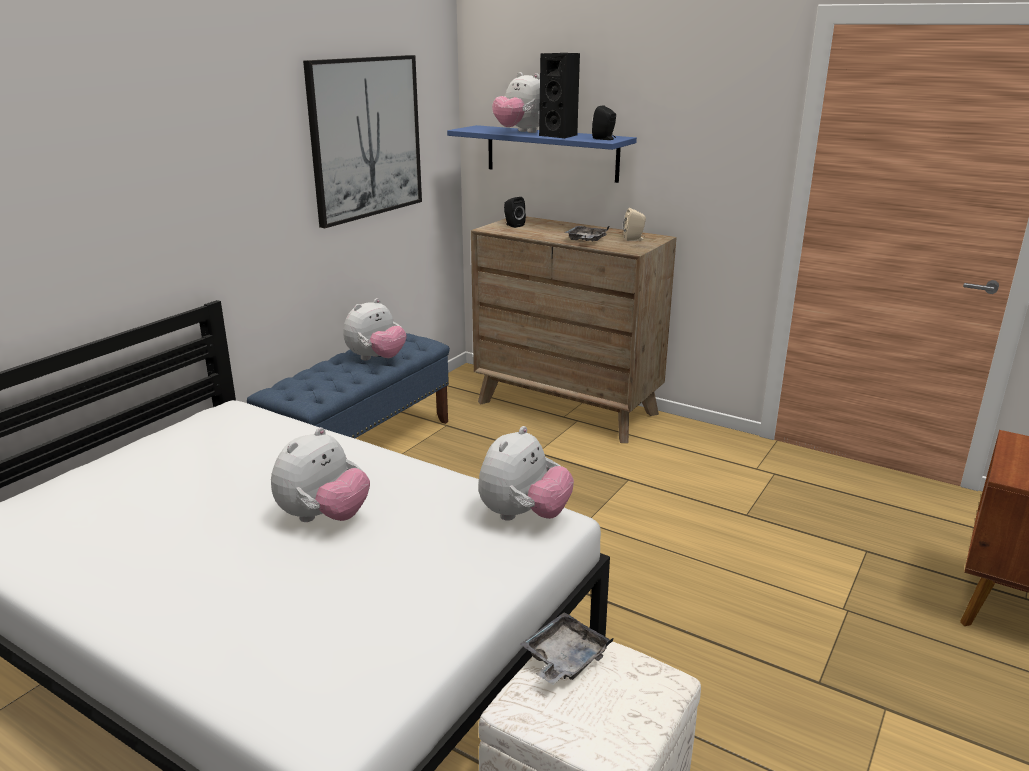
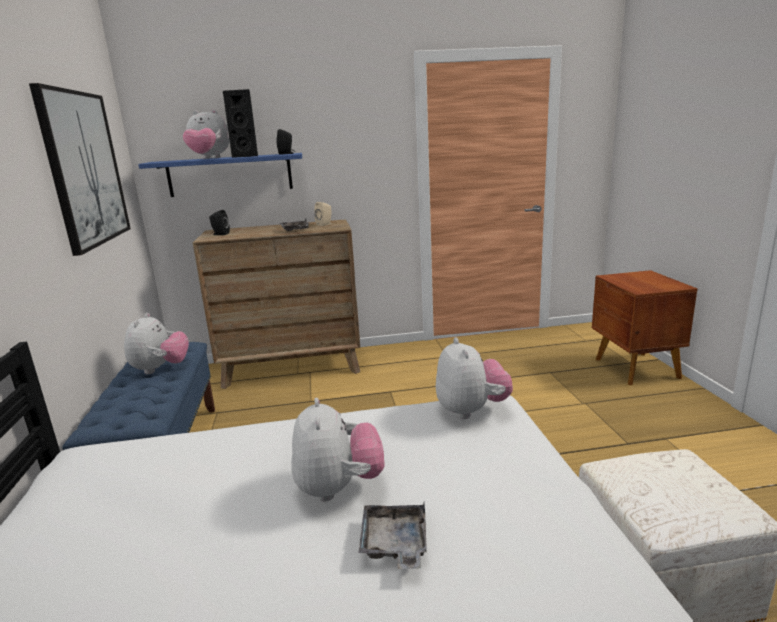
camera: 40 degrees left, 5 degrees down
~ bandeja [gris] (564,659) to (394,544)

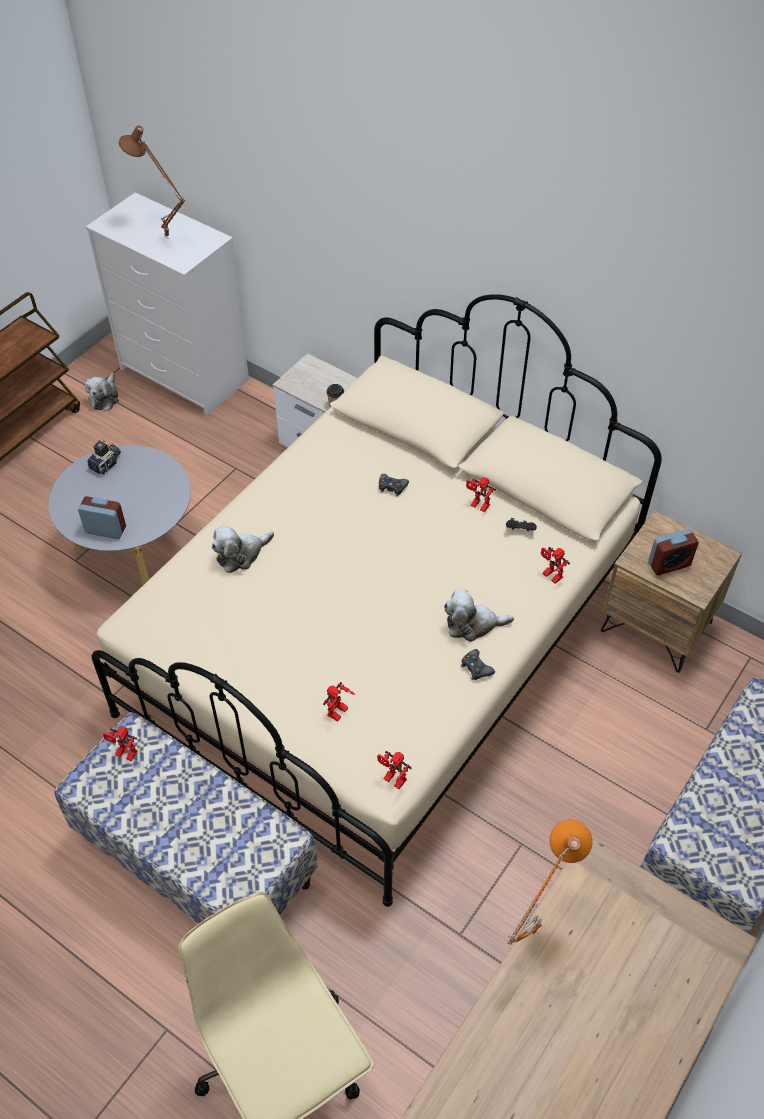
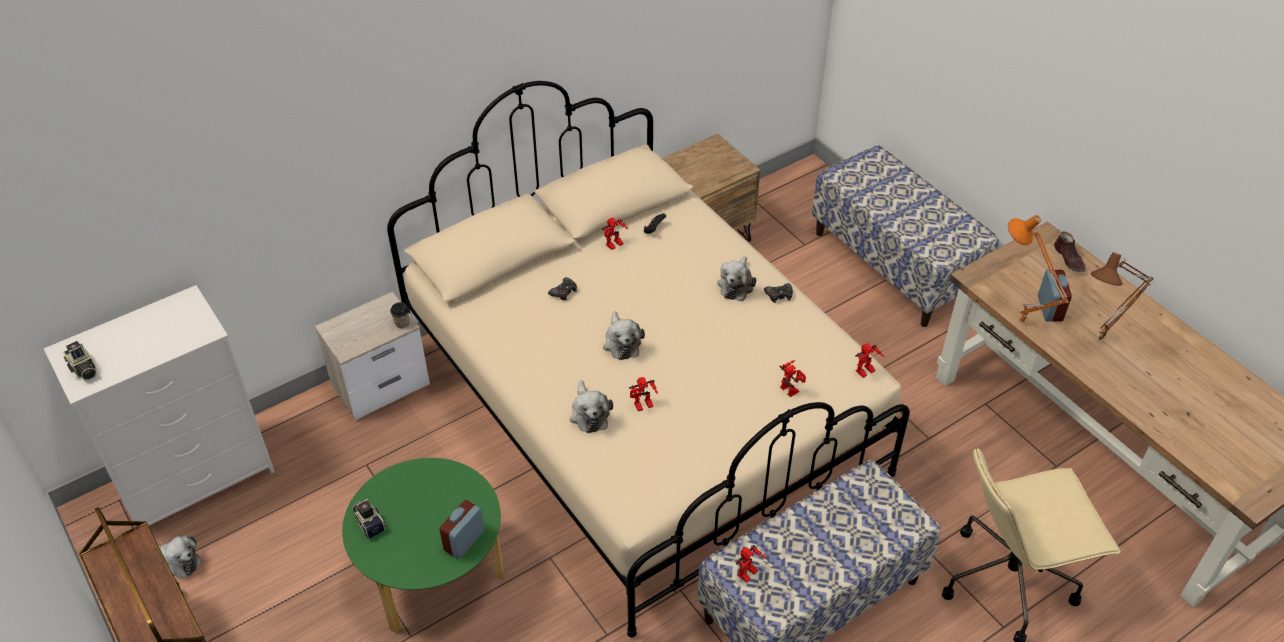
camera: 70 degrees left, 5 degrees down
+ cámara (83,370)
+ peluche (621,342)
+ zapato [marrón] (1069,259)
~ lámpara de mesa [marrón] (165,239) to (1101,342)
~ robot de juguete (550,576) to (643,407)
~ despertador (669,564) to (1049,308)
~ mesa de centro [gris] (135,554) to mesa de centro [verde] (434,577)

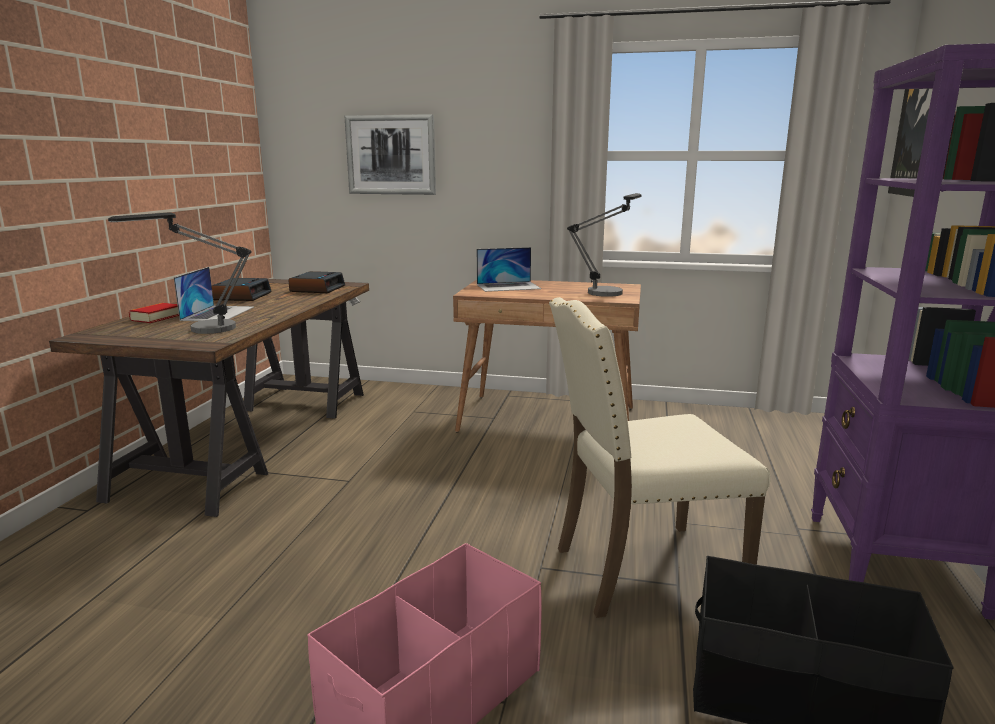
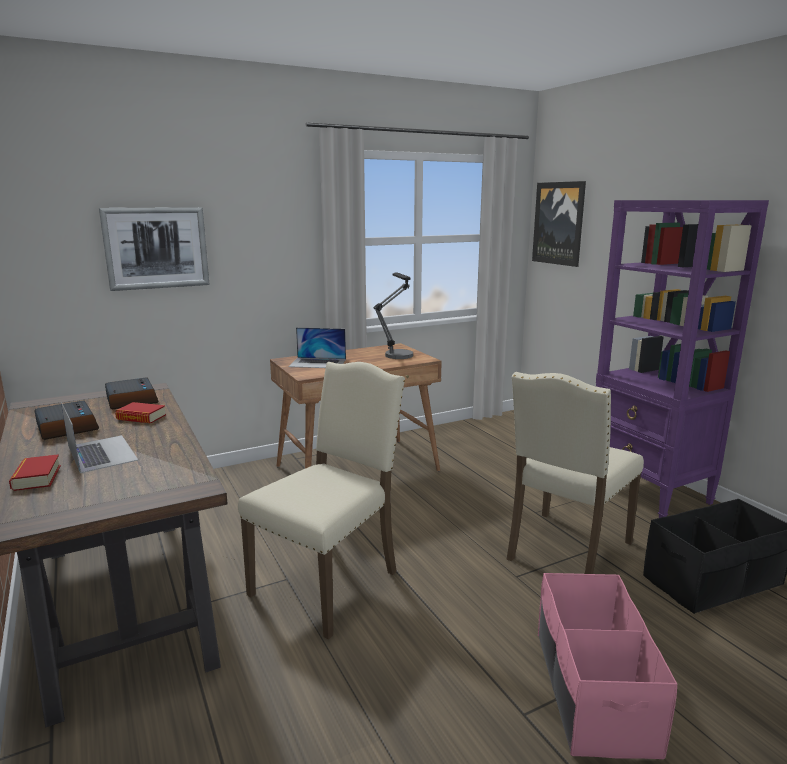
camera: 40 degrees left, 0 degrees up
- lámpara de mesa (200,330)
+ libro (141,417)
+ silla [beis] (329,582)
~ portátil (508,286) = (318,363) 60 degrees clockwise

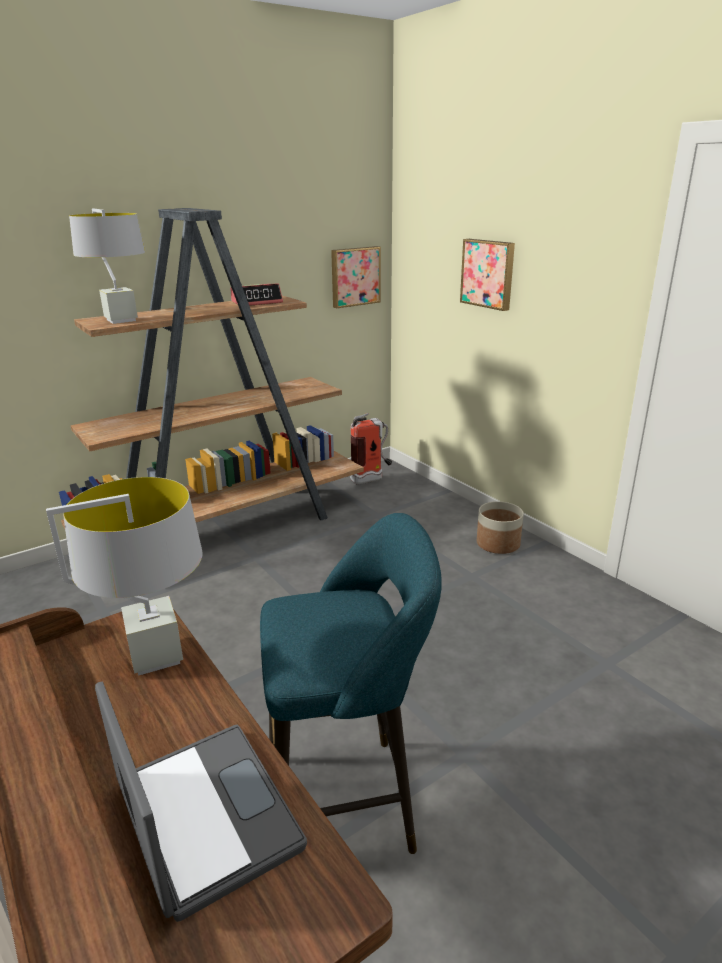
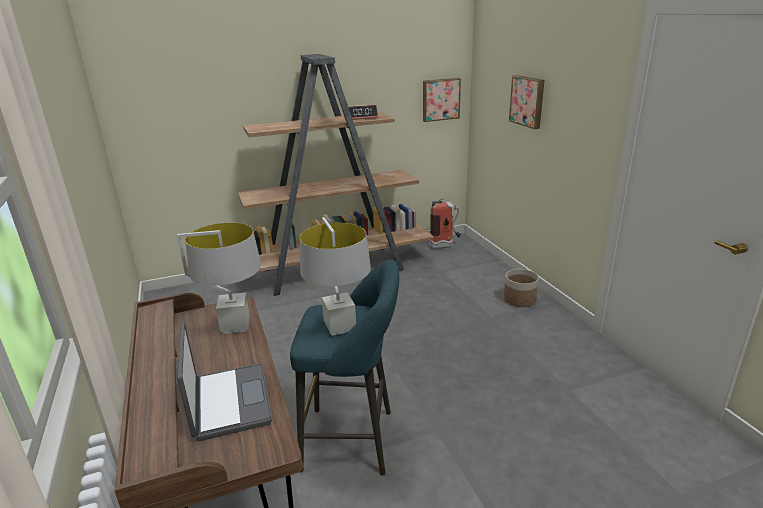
camera: 15 degrees right, 0 degrees up
~ lámpara de mesa [gris] (121,320) to (340,326)

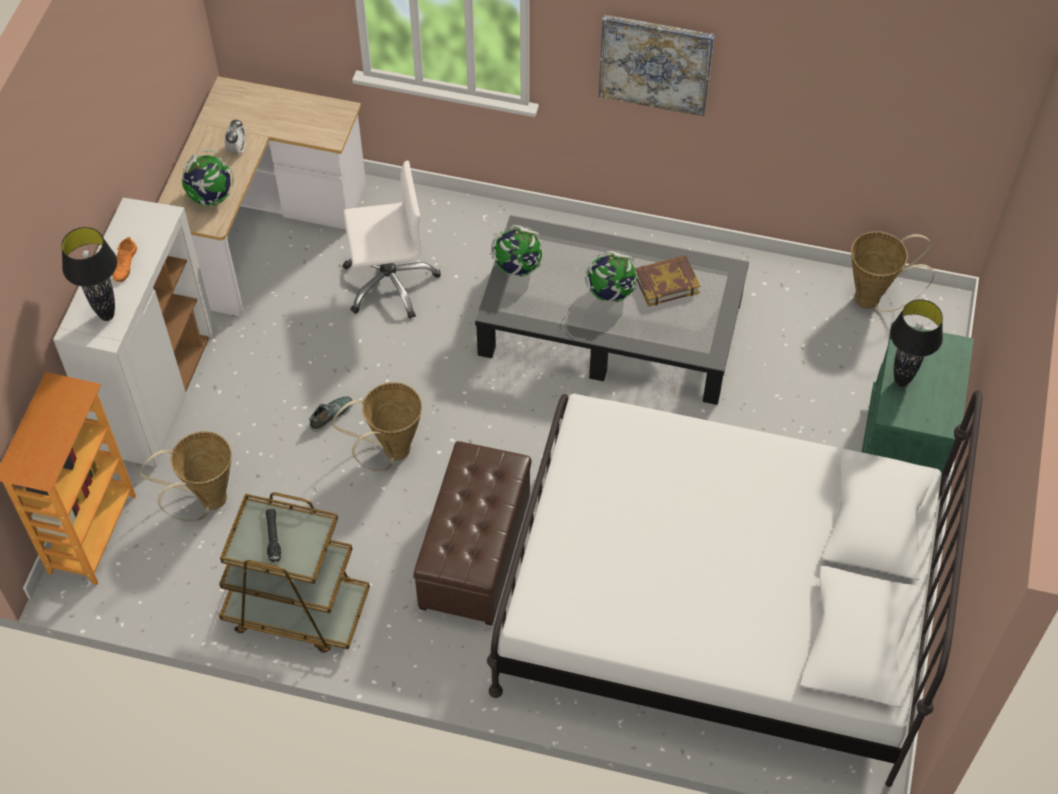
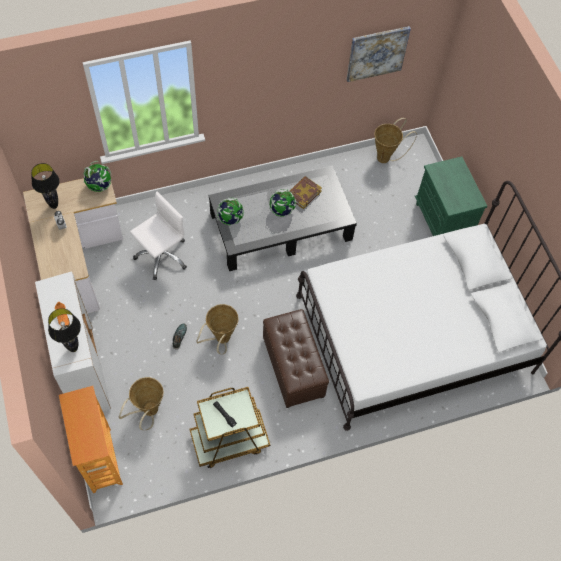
camera: 35 degrees left, 5 degrees up
~ globo terráqueo (211,197) to (100,186)
~ cuadro (655,64) to (377,53)
~ lámpara de mesa [negro] (901,381) to (54,205)

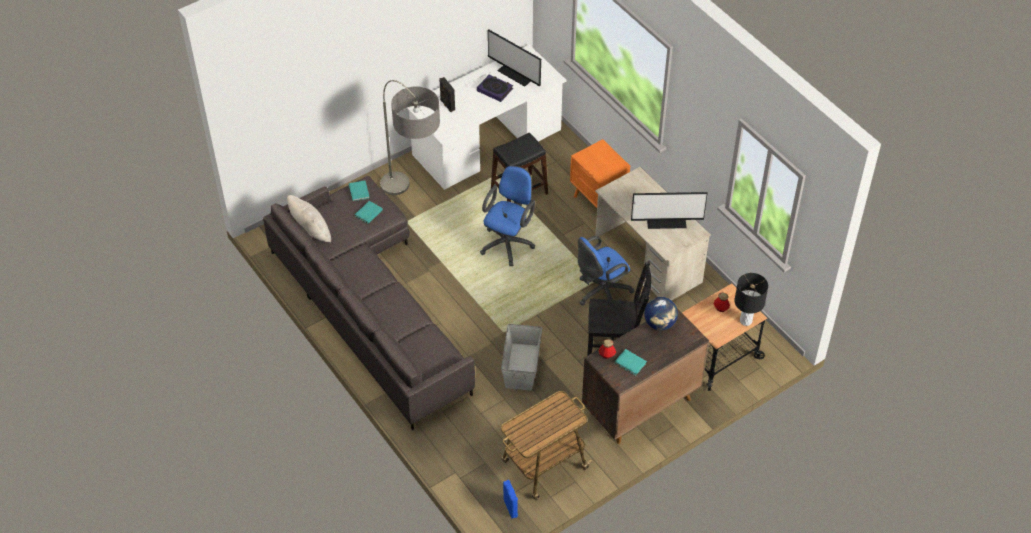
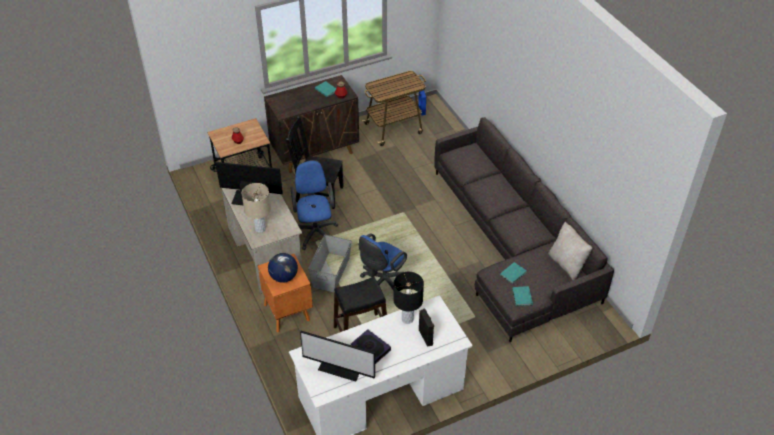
camera: 170 degrees left, 5 degrees down
- lámpara de pie (413,206)
+ lámpara de mesa [beis] (260,229)
~ caja de almacenaje [gris] (521,366) to (331,272)
~ globo terráqueo (659,324) to (283,277)
~ lámpara de mesa [negro] (745,321) to (407,319)
~ monitor (517,73) = (341,367) 150 degrees clockwise
~ silla de oficina [azul] (601,293) = (315,231) 75 degrees counterclockwise

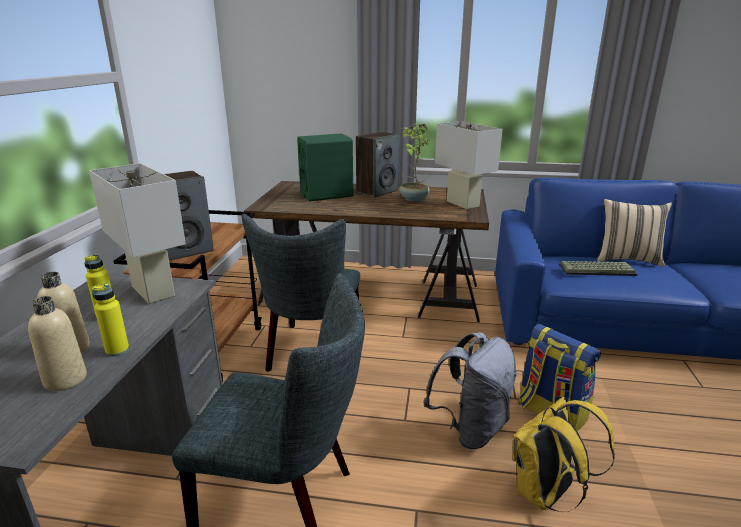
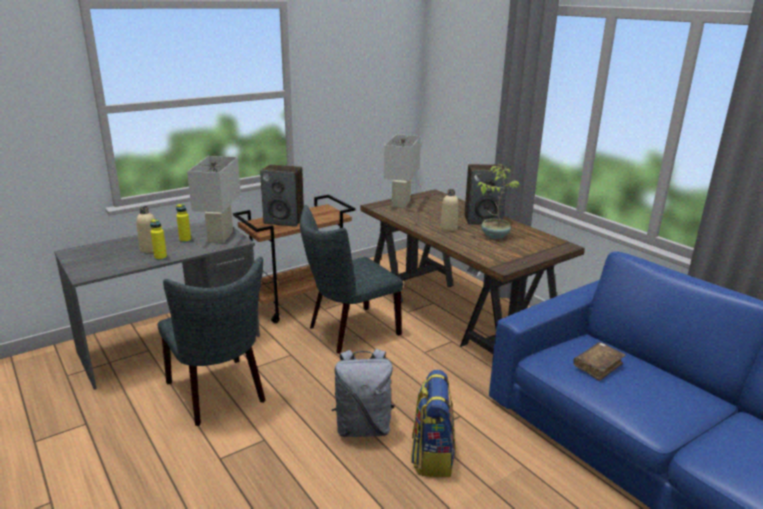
camera: 45 degrees right, 0 degrees up
- altavoz [verde] (326,195)
- mochila [amarillo] (546,494)
- cojín [beis] (627,259)
~ botella [beis] (65,380) to (448,228)
~ lámpara de mesa [blanco] (462,204) to (401,203)
~ teclado (597,269) to libro [marrón] (598,366)

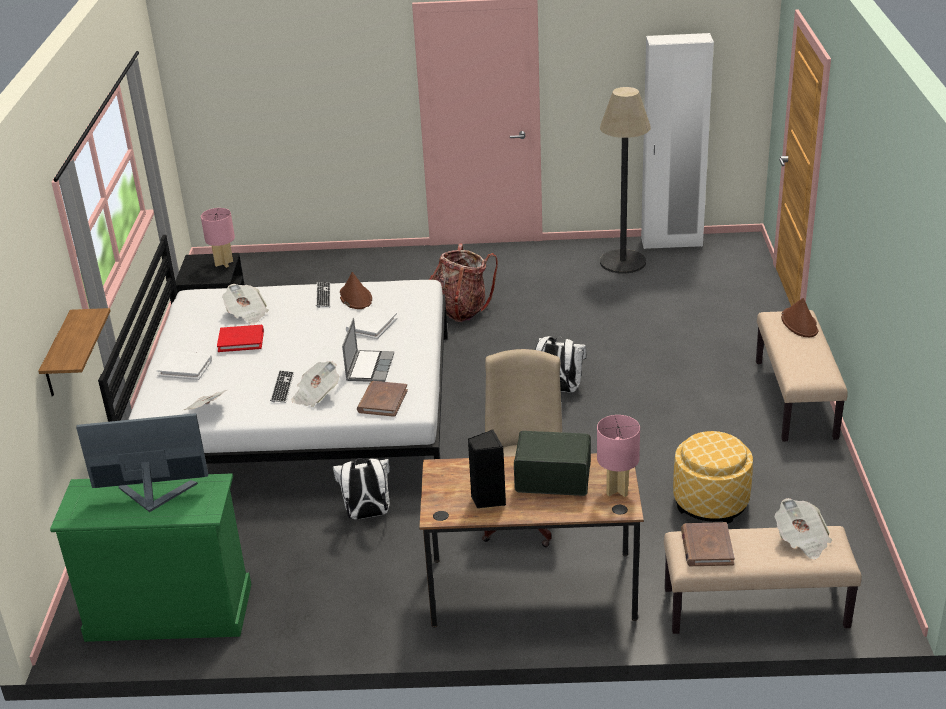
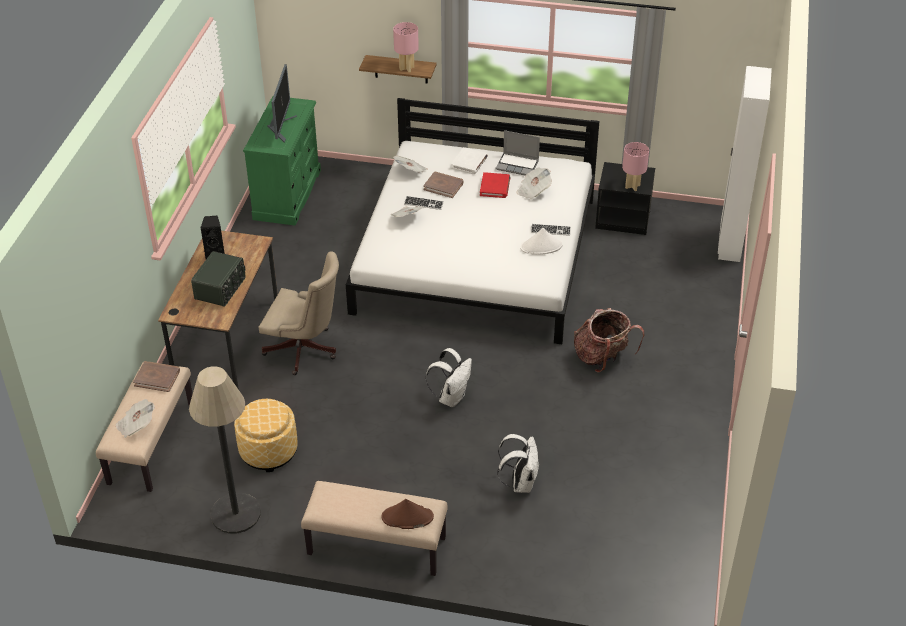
camera: 100 degrees right, 10 degrees up
- libro [blanco] (371,325)
~ mochila [blanco] (367,515) to (520,483)
~ portátil (369,367) to (518,165)
~ libro [marrón] (382,401) to (443,186)
~ lámpara de mesa [rosa] (617,490) to (407,68)
~ lámpara de pie (623,262) to (235,513)
~ armario ropero [blanco] (671,242) to (729,243)
~ sombrero [marrón] (355,297) to sombrero [blanco] (541,247)

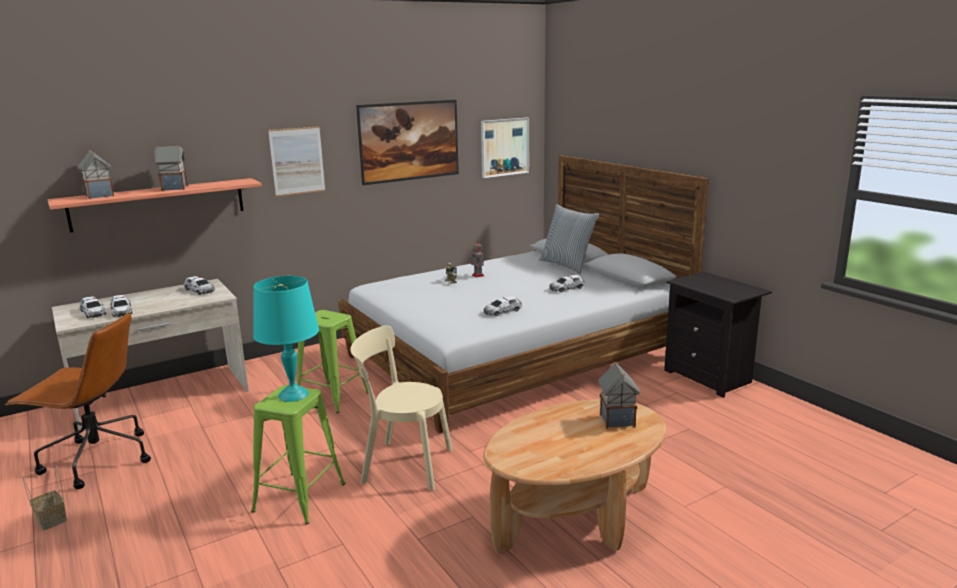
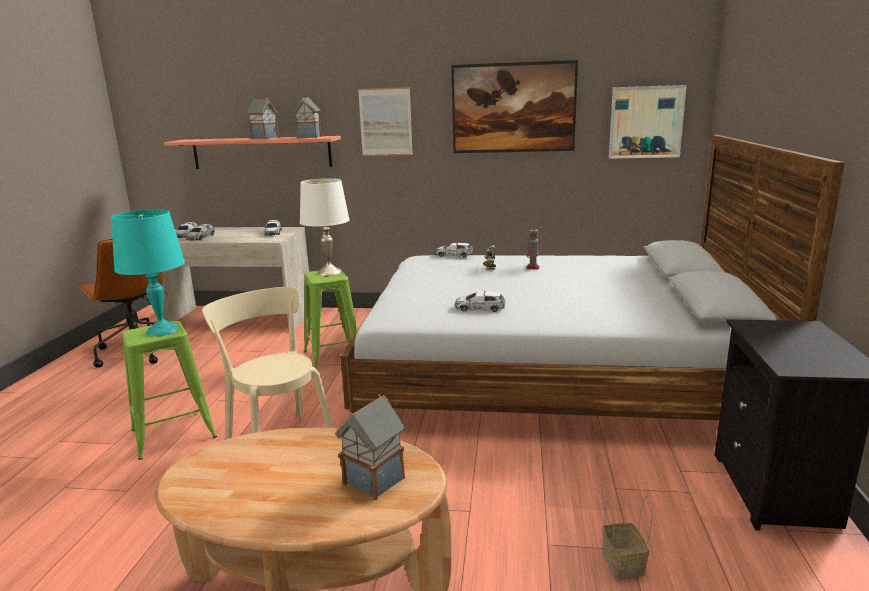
camera: 40 degrees right, 0 degrees up
- cojín (567,265)
+ lámpara de mesa [blanco] (329,272)
~ cesta (52,519) to (624,564)
~ casita (100,196) to (309,137)
~ coche de juguete (566,288) to (454,255)

